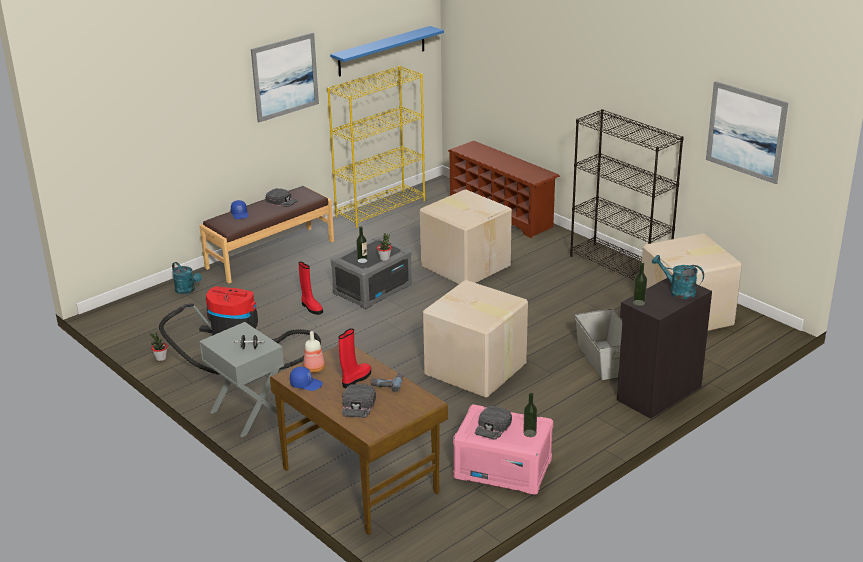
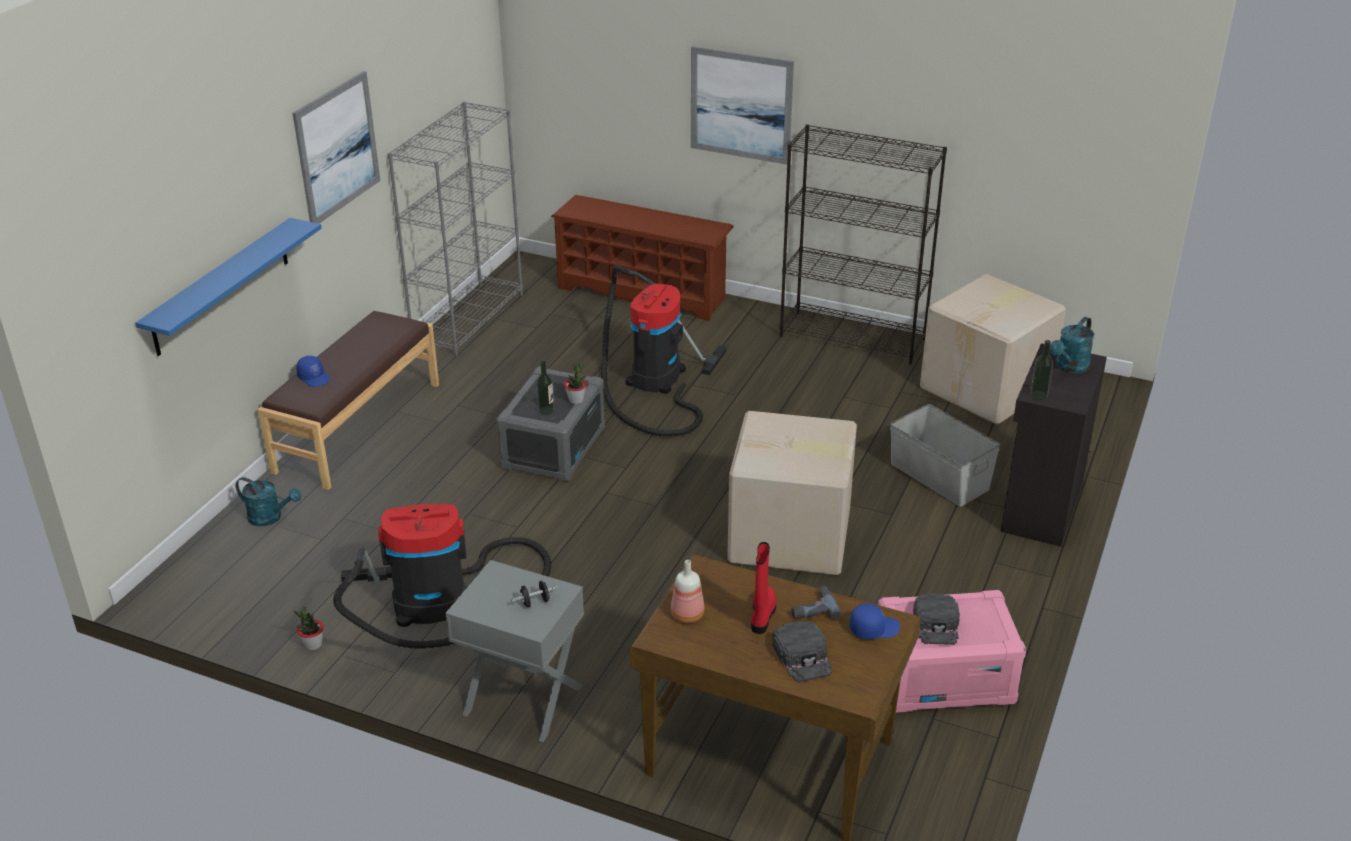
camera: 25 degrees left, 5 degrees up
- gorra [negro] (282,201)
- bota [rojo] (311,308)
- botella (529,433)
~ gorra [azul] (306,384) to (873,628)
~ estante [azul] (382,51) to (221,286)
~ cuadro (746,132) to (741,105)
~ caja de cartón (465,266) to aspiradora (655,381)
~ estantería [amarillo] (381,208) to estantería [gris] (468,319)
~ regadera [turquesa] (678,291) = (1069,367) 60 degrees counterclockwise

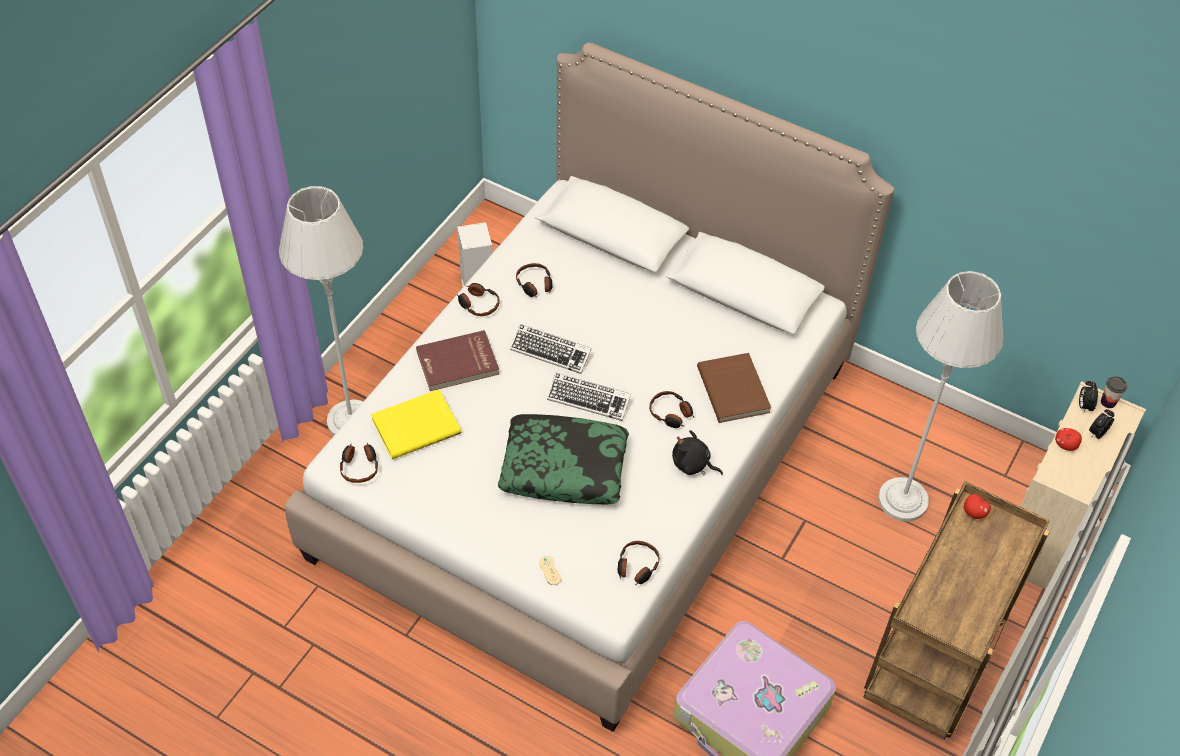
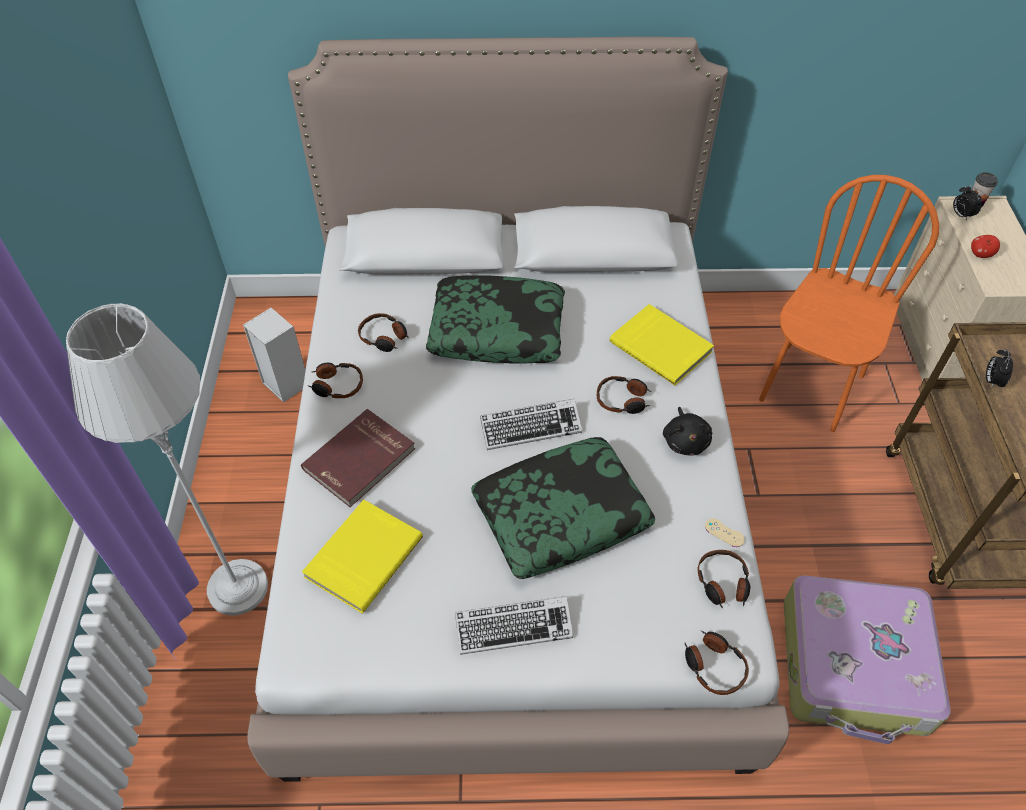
camera: 30 degrees left, 0 degrees up
- manzana (974,513)
+ cojín (497,330)
~ auriculares (359,466) to (713,666)
~ teclado (550,352) to (513,627)
~ mando de consola [beis] (550,570) to (724,533)
~ despertador (1097,433) to (991,381)
~ lámpara de pie [gris] (903,500) to silla [naranja] (810,387)
~ libro [marrón] (734,389) to libro [amarillo] (661,346)
~ peluche [negro] (693,464) = (685,440) 90 degrees counterclockwise

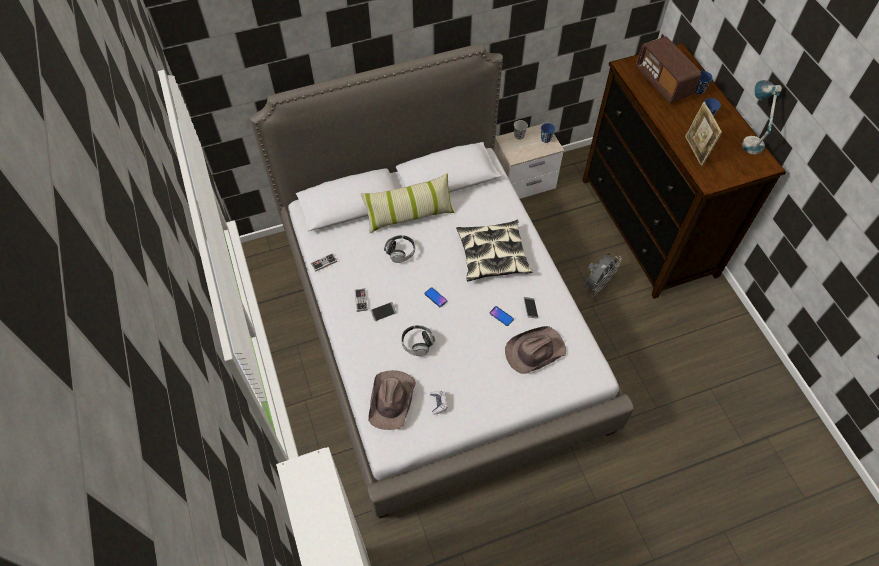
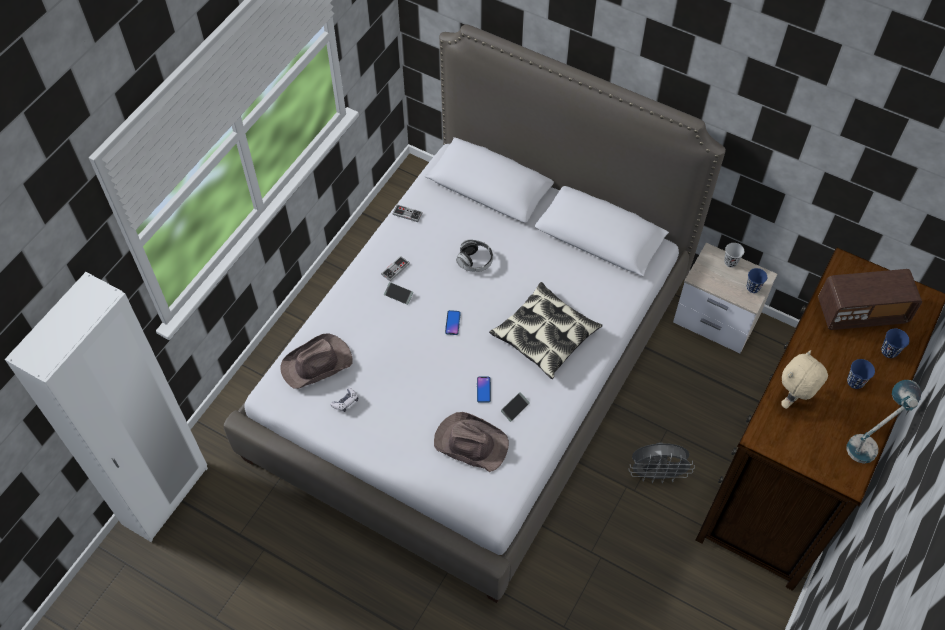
camera: 50 degrees right, 0 degrees up
- cojín (409,215)
- auriculares (417,343)
~ portarretratos (695,151) to peluche [beis] (793,399)
~ radio (663,82) = (861,312) 120 degrees counterclockwise

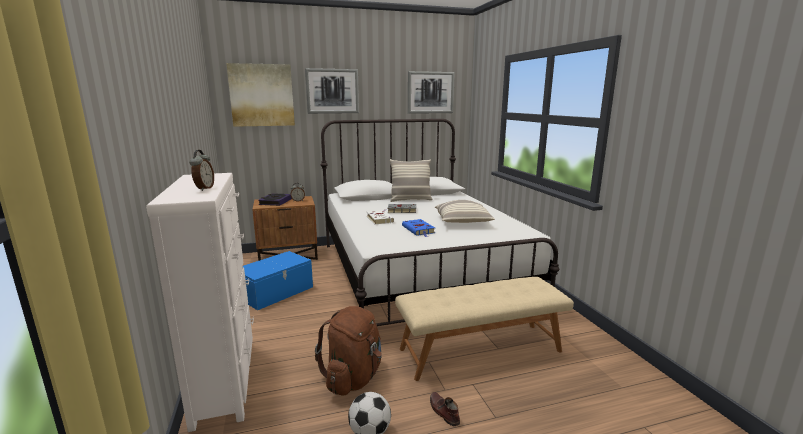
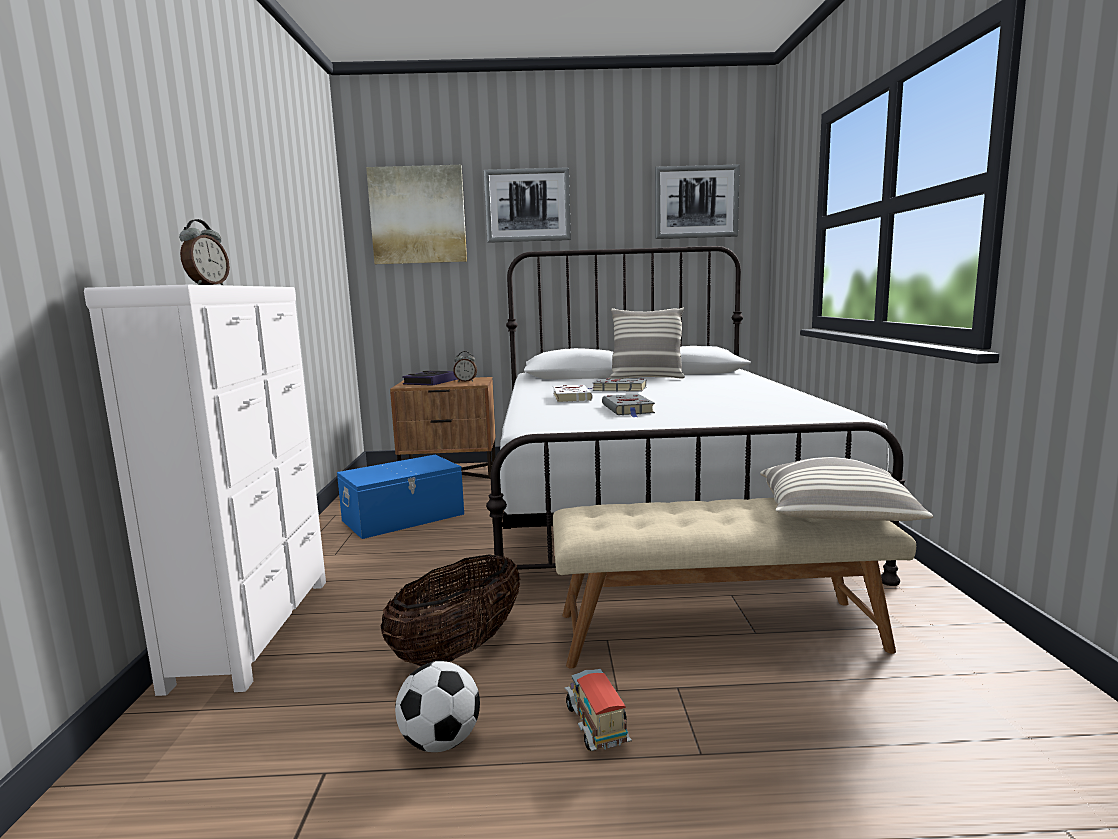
camera: 15 degrees right, 5 degrees down
~ cojín (463,222) to (836,517)
~ mochila [marrón] (353,378) to cesta (459,650)
~ zapato [marrón] (443,412) to camión de juguete (596,728)
~ libro [azul] (419,230) to libro [gris] (628,409)

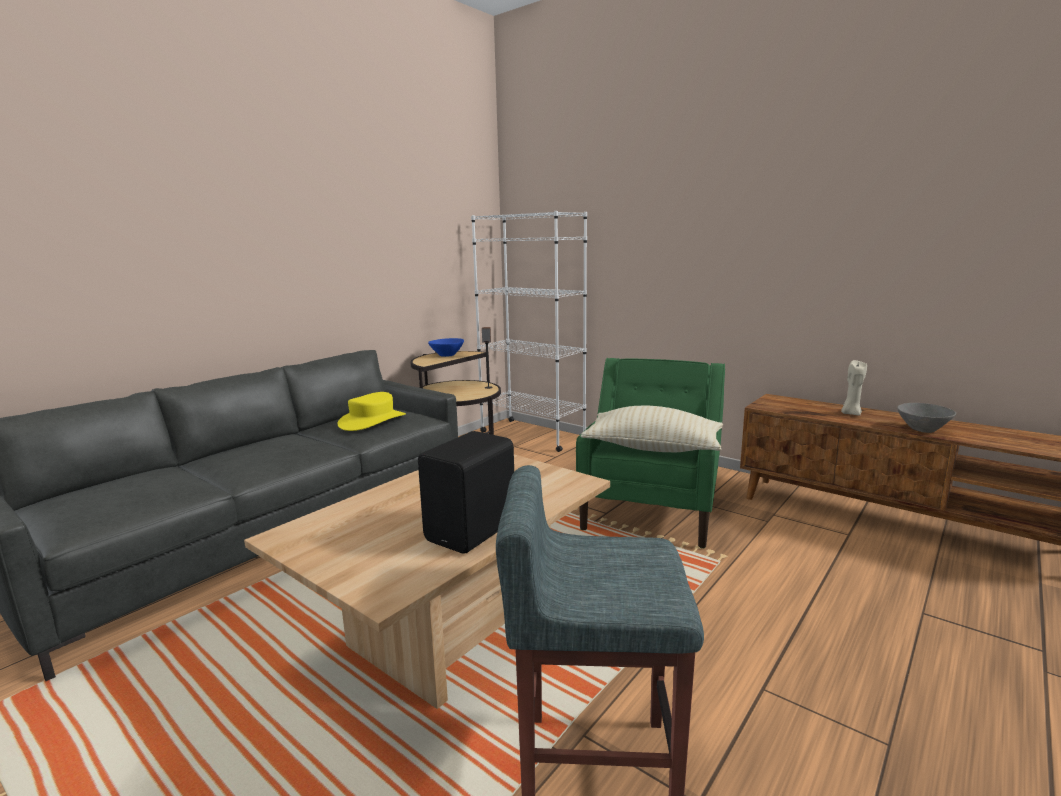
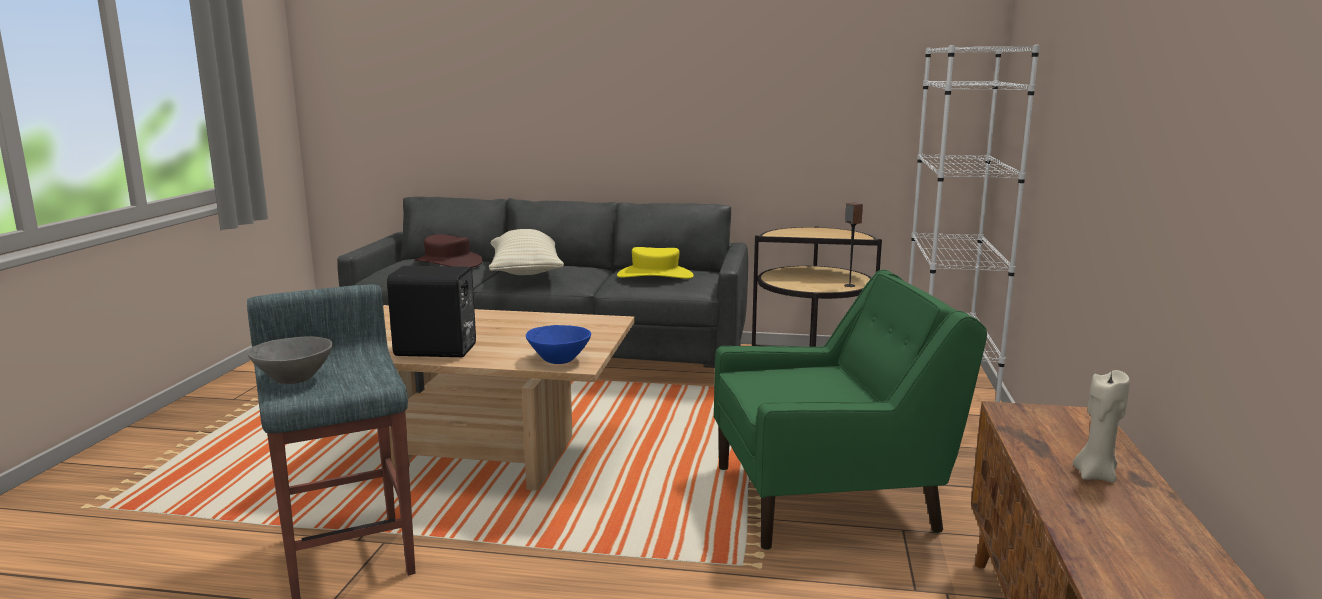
camera: 60 degrees right, 0 degrees up
+ sombrero [marrón] (448,263)
~ cuenco [azul] (446,355) to (558,359)
~ cojín [beis] (653,448) to (525,271)
~ cuenco [gris] (922,429) to (293,378)

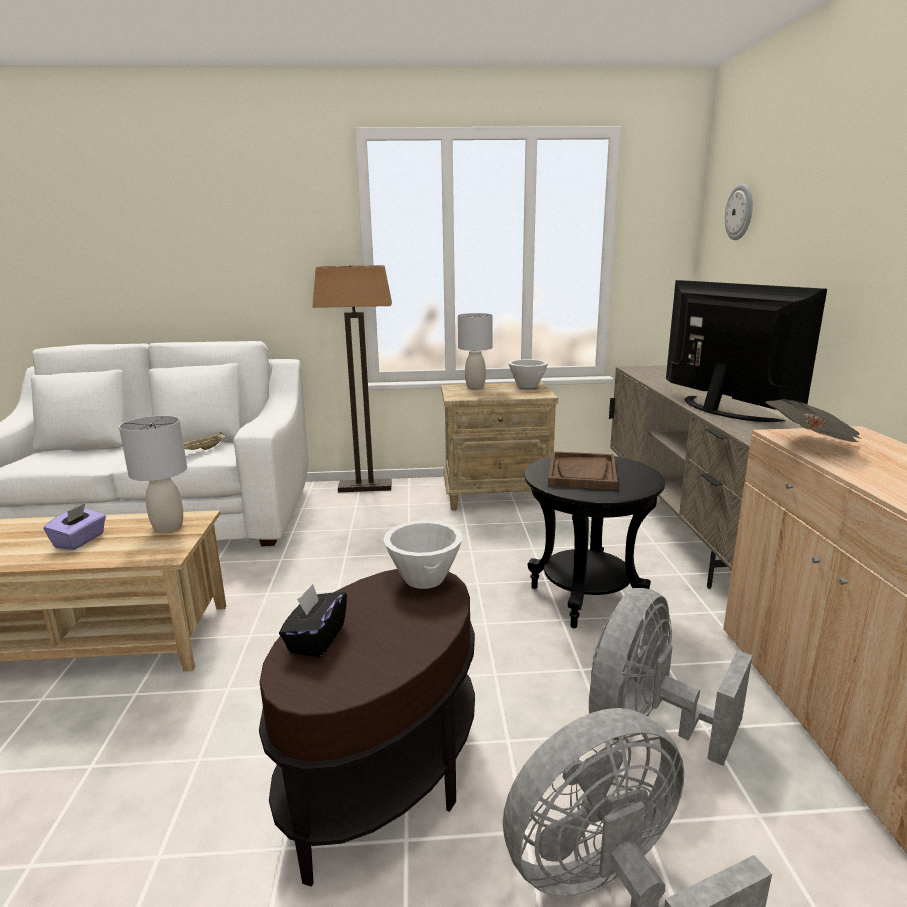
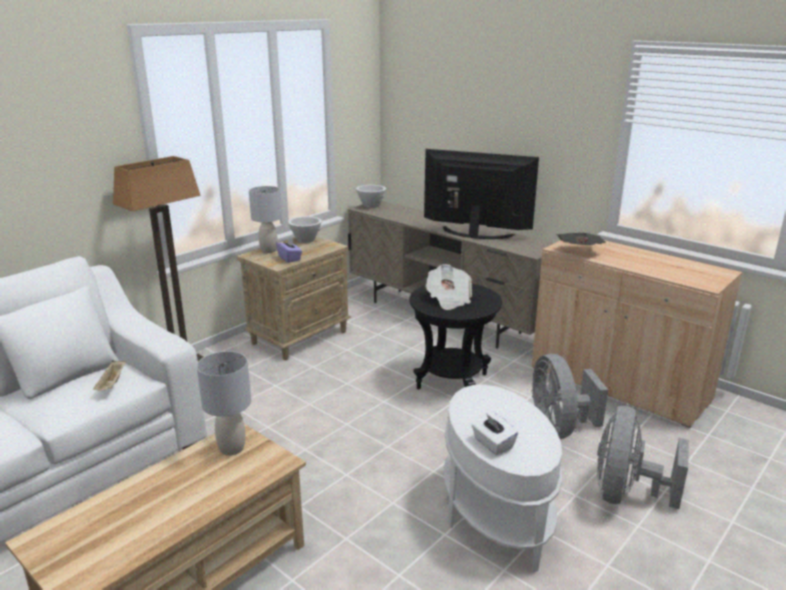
camera: 45 degrees left, 5 degrees up
- reloj de pared (740,212)
~ caja de pañuelos [morado] (80,541) to (289,258)
~ cuenco [blanco] (425,578) to (371,205)
~ bandeja [marrón] (582,473) to periódico (448,299)
~ mesa auxiliar [marrón] (385,775) to mesa auxiliar [blanco] (495,515)
~ caja de pañuelos [negro] (316,639) to caja de pañuelos [blanco] (492,444)

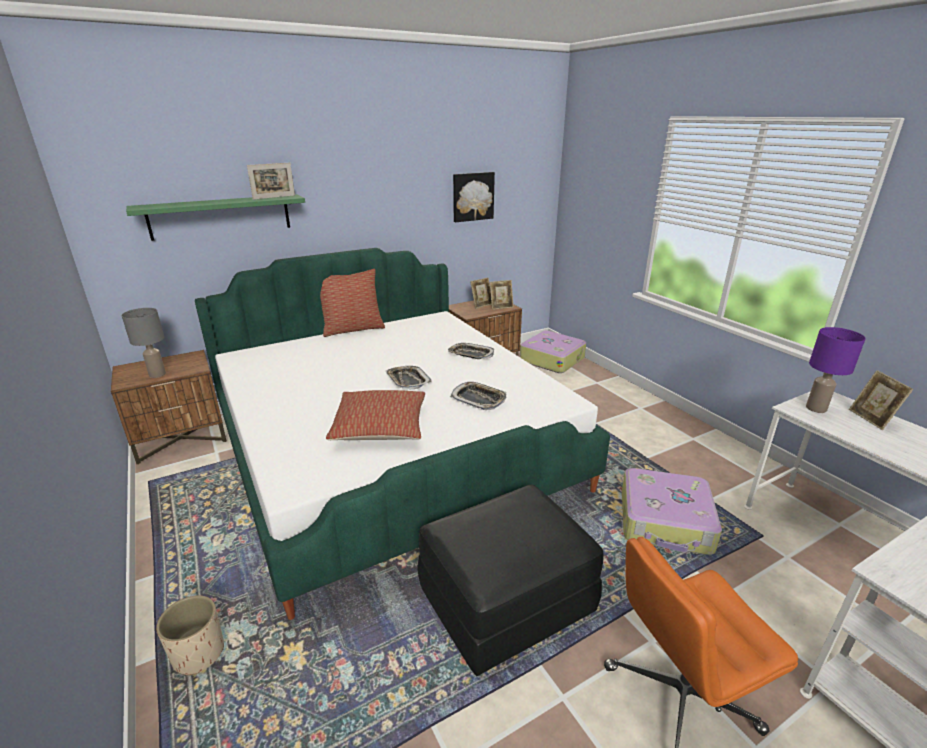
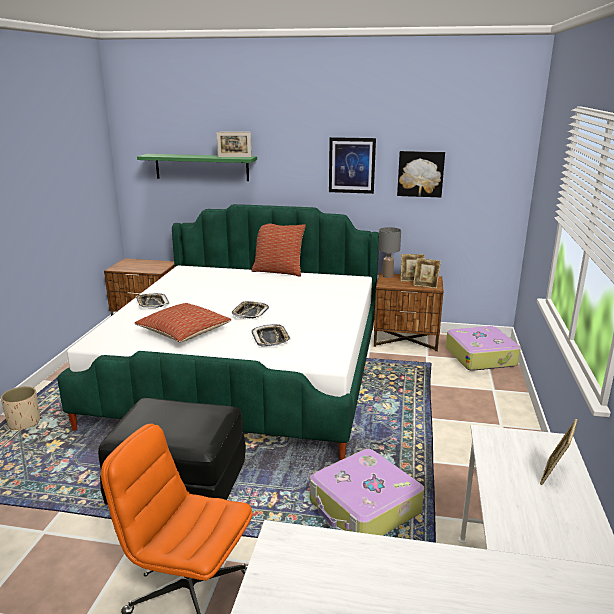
camera: 40 degrees right, 5 degrees down
- lámpara de mesa [morado] (815,408)
+ cuadro (352,165)
~ lámpara de mesa [gris] (157,374) to (387,276)
~ bandeja (470,354) to (152,303)

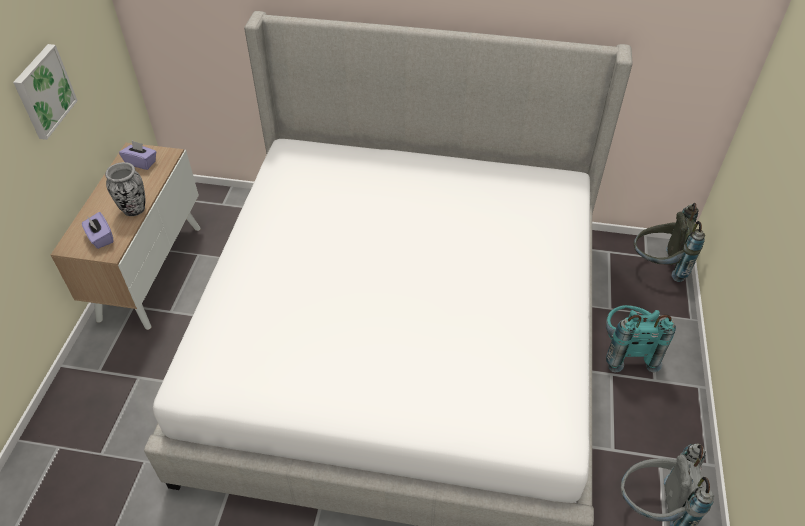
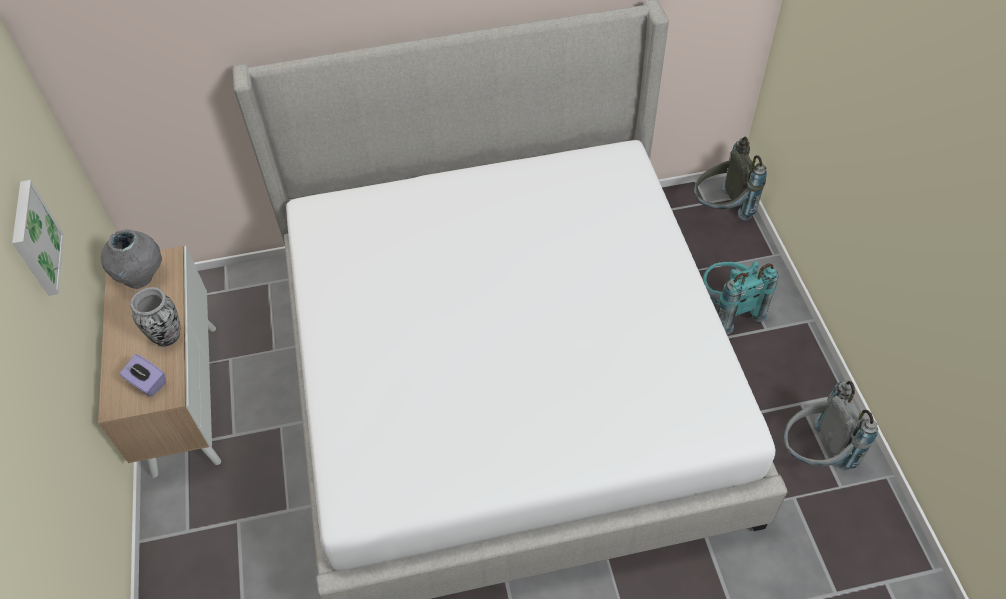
camera: 20 degrees left, 5 degrees up
~ caja de pañuelos [morado] (141,162) to florero [gris] (141,278)

